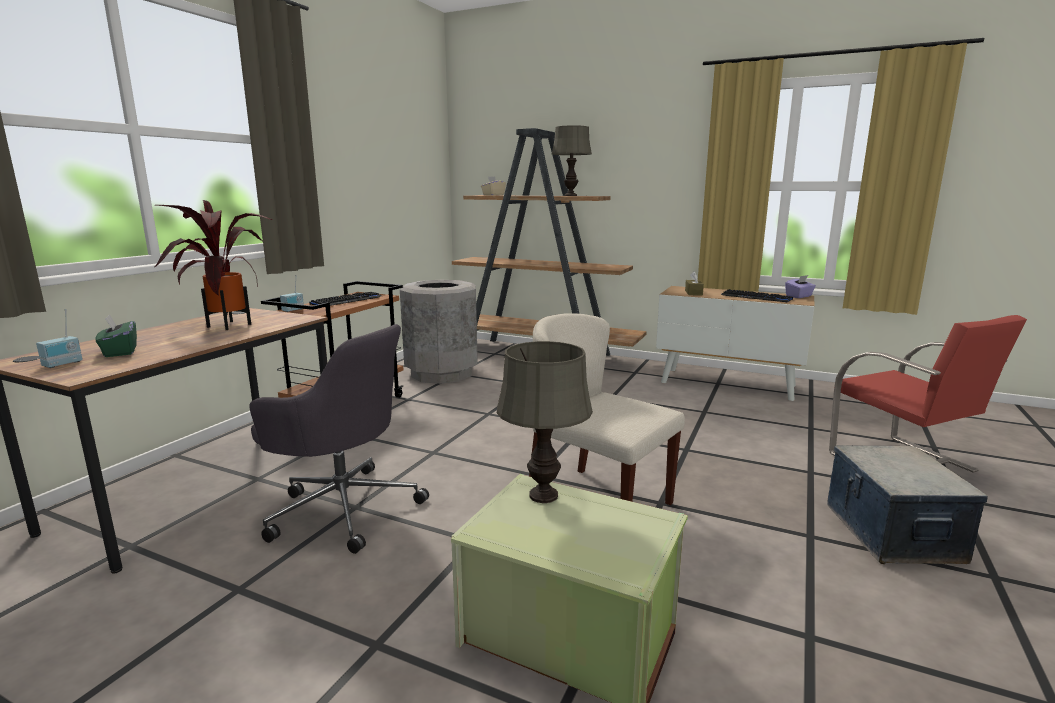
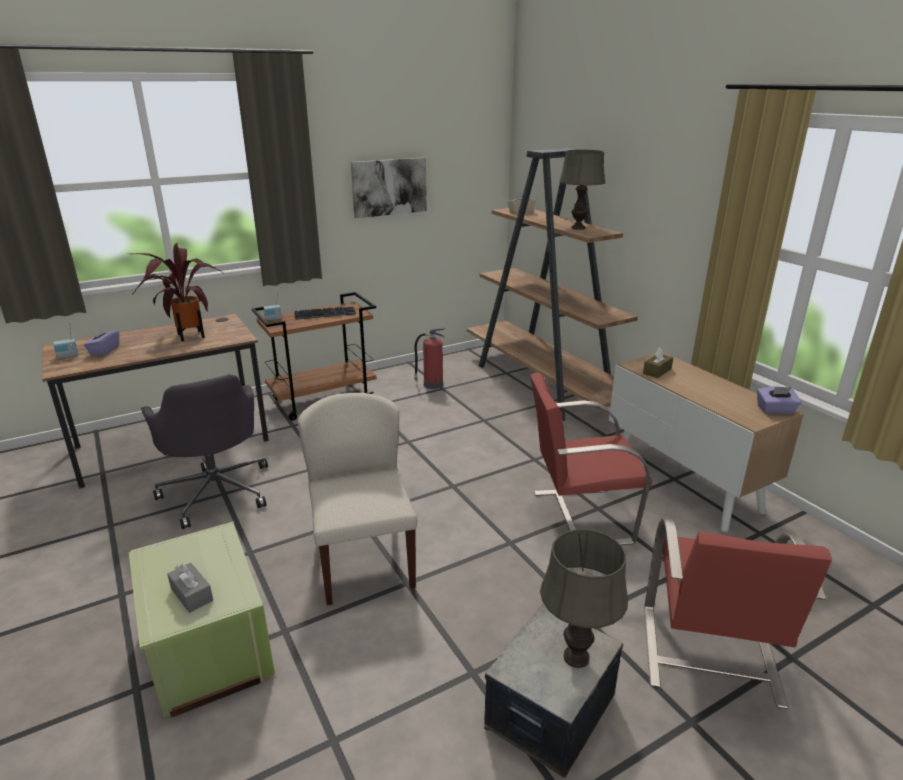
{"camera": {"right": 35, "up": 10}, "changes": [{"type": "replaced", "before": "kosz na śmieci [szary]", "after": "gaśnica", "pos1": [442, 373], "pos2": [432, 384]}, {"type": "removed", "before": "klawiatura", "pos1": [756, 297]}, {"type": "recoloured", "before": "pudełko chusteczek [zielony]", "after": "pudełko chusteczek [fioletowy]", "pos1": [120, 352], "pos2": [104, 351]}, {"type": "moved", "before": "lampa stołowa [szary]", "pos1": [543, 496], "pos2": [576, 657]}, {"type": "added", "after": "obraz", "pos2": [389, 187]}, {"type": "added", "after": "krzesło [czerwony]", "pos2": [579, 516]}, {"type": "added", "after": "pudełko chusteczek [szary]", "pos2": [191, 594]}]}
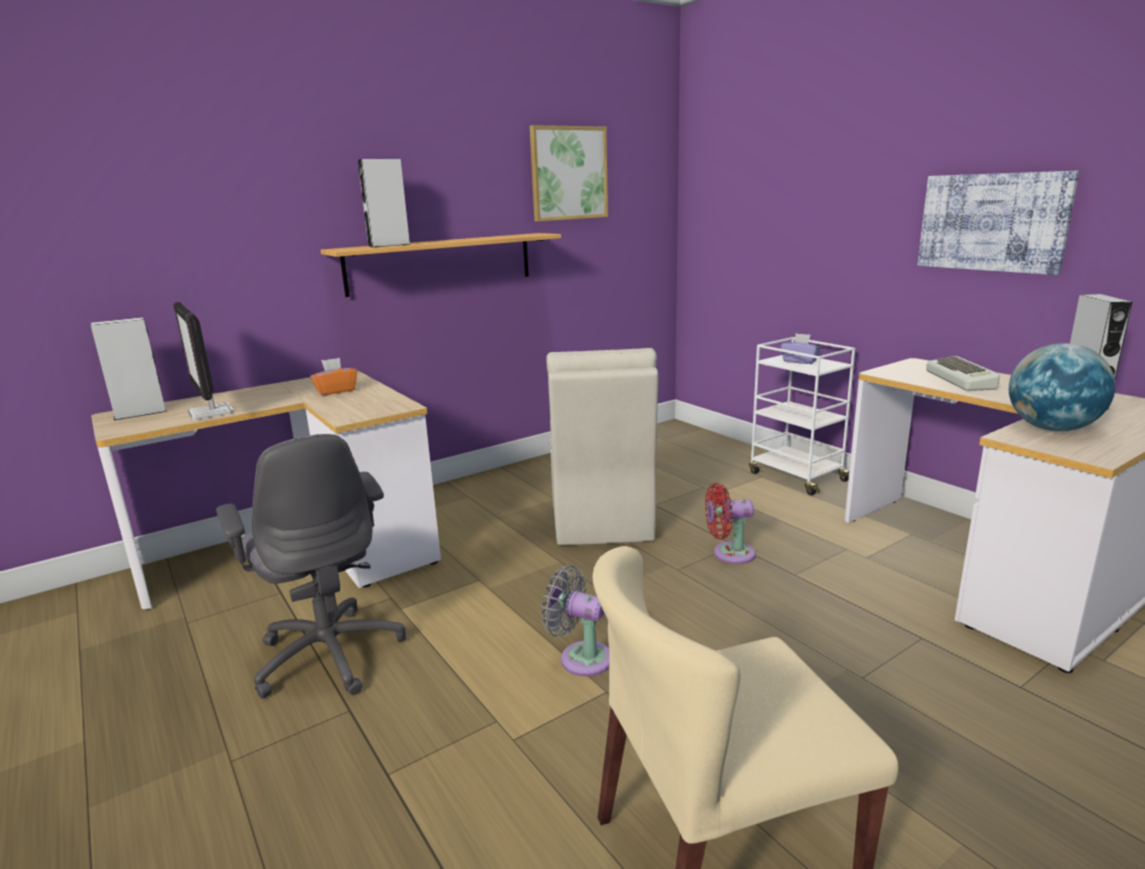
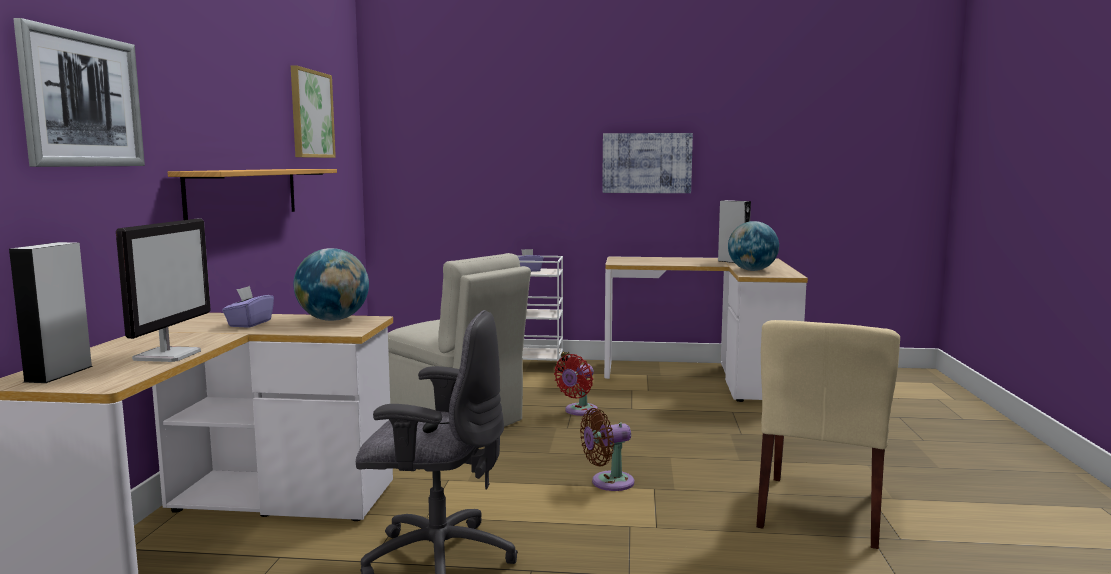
{"camera": {"right": -50, "up": -10}, "changes": [{"type": "removed", "before": "głośnik [szary]", "pos1": [389, 245]}, {"type": "turned", "before": "monitor", "pos1": [211, 412], "pos2": [168, 355], "turn": -90}, {"type": "removed", "before": "klawiatura", "pos1": [962, 380]}, {"type": "recoloured", "before": "pudełko chusteczek [pomarańczowy]", "after": "pudełko chusteczek [fioletowy]", "pos1": [336, 391], "pos2": [249, 323]}, {"type": "recoloured", "before": "wentylator [szary]", "after": "wentylator [brązowy]", "pos1": [581, 657], "pos2": [608, 482]}, {"type": "added", "after": "obraz", "pos2": [83, 100]}, {"type": "added", "after": "globus", "pos2": [333, 320]}]}
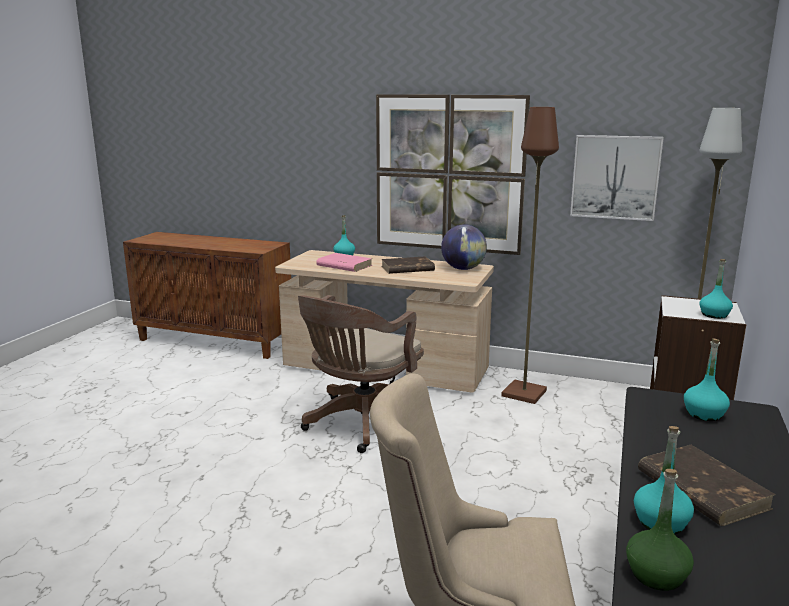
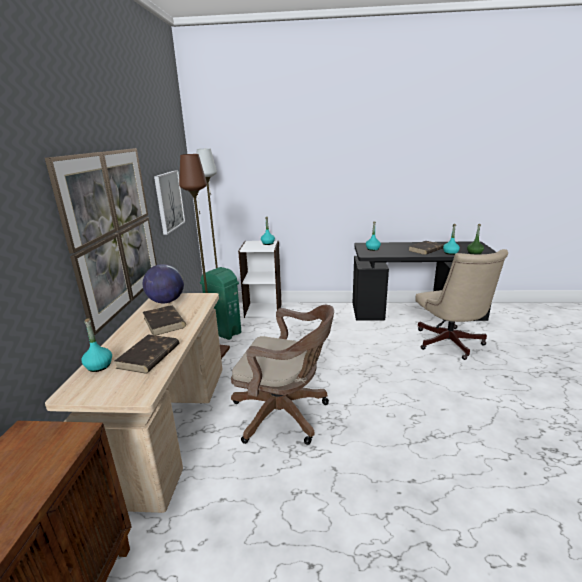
{"camera": {"right": -105, "up": 5}, "changes": [{"type": "recoloured", "before": "książka [różowy]", "after": "książka [brązowy]", "pos1": [344, 265], "pos2": [148, 356]}, {"type": "added", "after": "kosz na śmieci [zielony]", "pos2": [224, 332]}]}
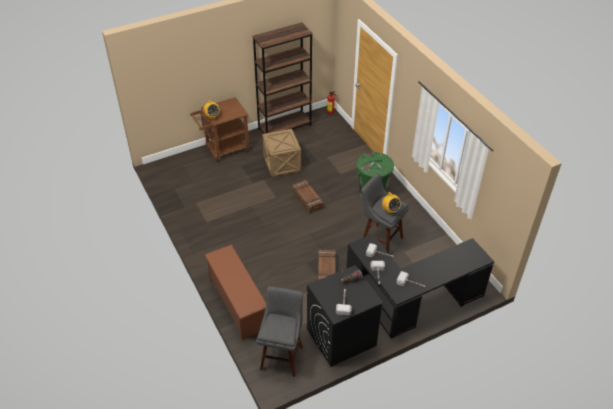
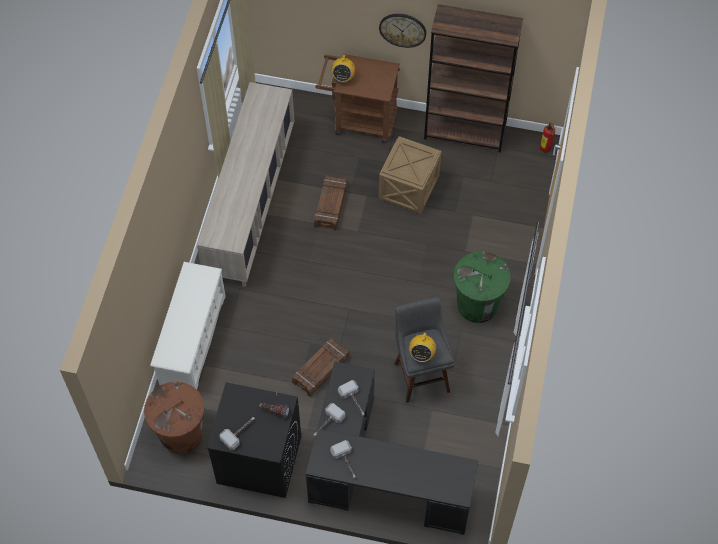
{"camera": {"right": 40, "up": 15}, "changes": [{"type": "moved", "before": "skrzynka", "pos1": [307, 199], "pos2": [331, 206]}, {"type": "recoloured", "before": "regał na buty [brązowy]", "after": "regał na buty [biały]", "pos1": [238, 304], "pos2": [192, 340]}, {"type": "replaced", "before": "stołek [szary]", "after": "kosz na śmieci [brązowy]", "pos1": [282, 356], "pos2": [181, 434]}, {"type": "added", "after": "zegar ścienny", "pos2": [402, 29]}, {"type": "added", "after": "szafka [beżowy]", "pos2": [250, 203]}]}
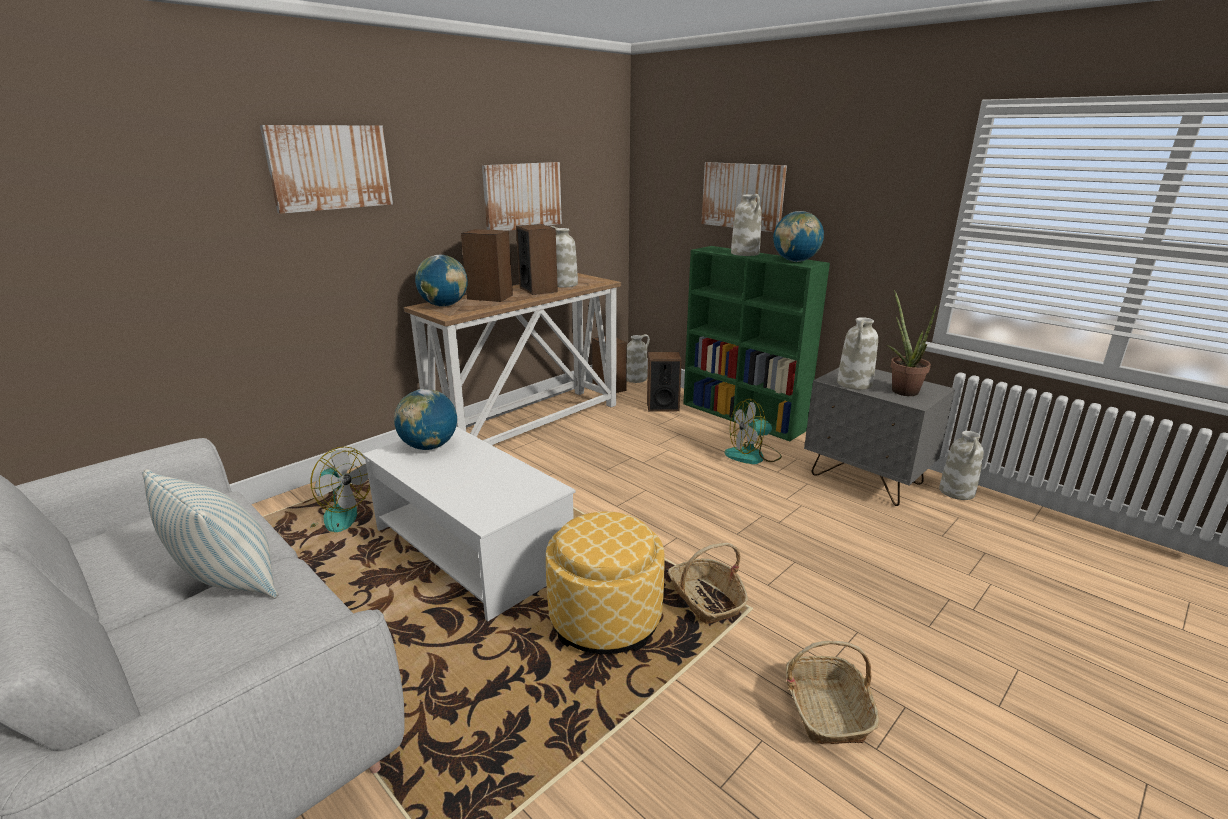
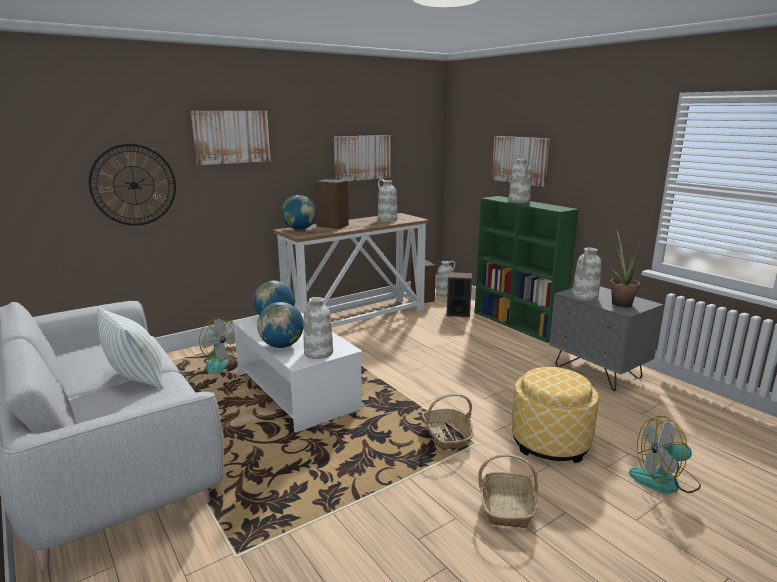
{"camera": {"right": 10, "up": -5}, "changes": [{"type": "moved", "before": "globus", "pos1": [795, 261], "pos2": [282, 346]}, {"type": "removed", "before": "głośnik", "pos1": [538, 289]}, {"type": "moved", "before": "wentylator", "pos1": [753, 455], "pos2": [664, 480]}, {"type": "moved", "before": "wazon [biały]", "pos1": [957, 492], "pos2": [318, 353]}, {"type": "moved", "before": "pufa", "pos1": [605, 619], "pos2": [550, 442]}, {"type": "added", "after": "zegar ścienny", "pos2": [134, 185]}]}
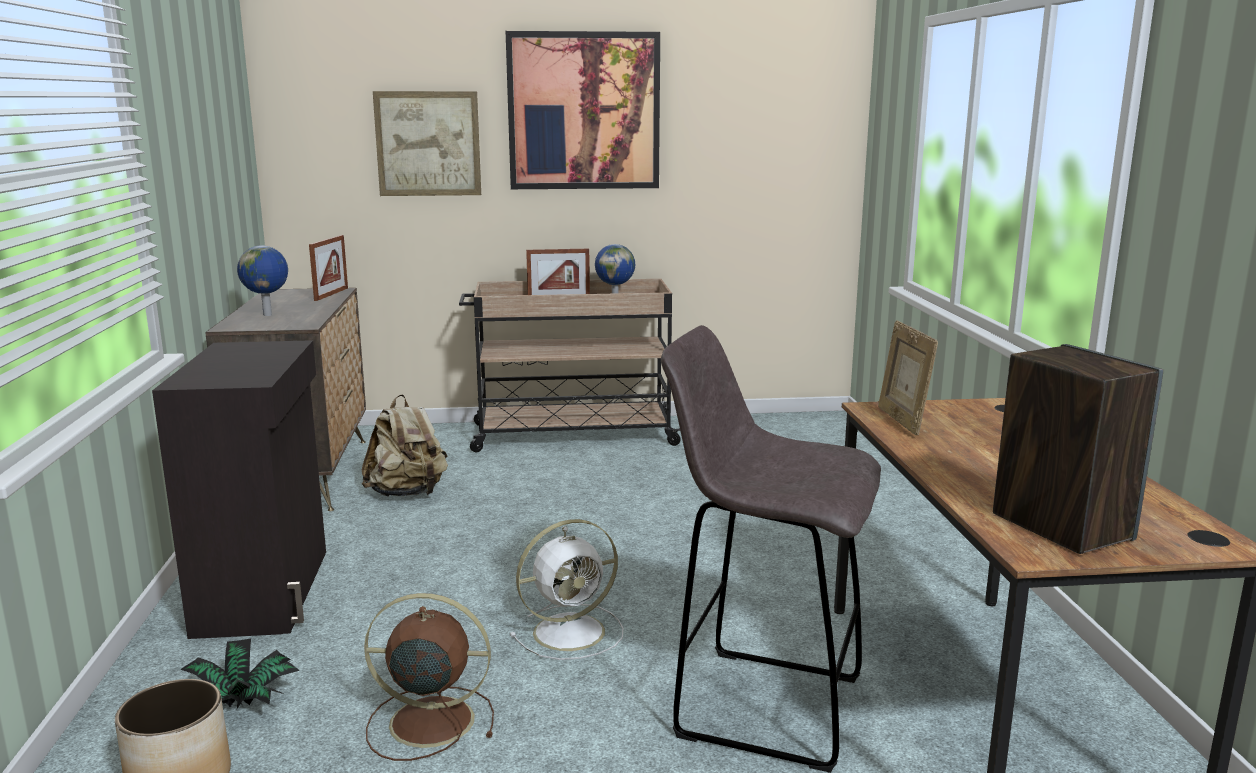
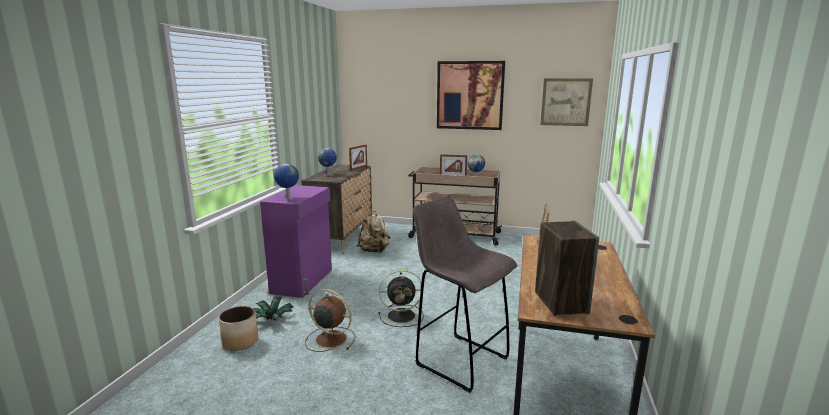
{"camera": {"right": 20, "up": 0}, "changes": [{"type": "moved", "before": "obraz", "pos1": [428, 144], "pos2": [565, 102]}, {"type": "recoloured", "before": "szafka [czarny]", "after": "szafka [fioletowy]", "pos1": [266, 591], "pos2": [303, 281]}, {"type": "recoloured", "before": "wentylator [biały]", "after": "wentylator [czarny]", "pos1": [572, 631], "pos2": [403, 316]}, {"type": "added", "after": "globus", "pos2": [288, 198]}]}
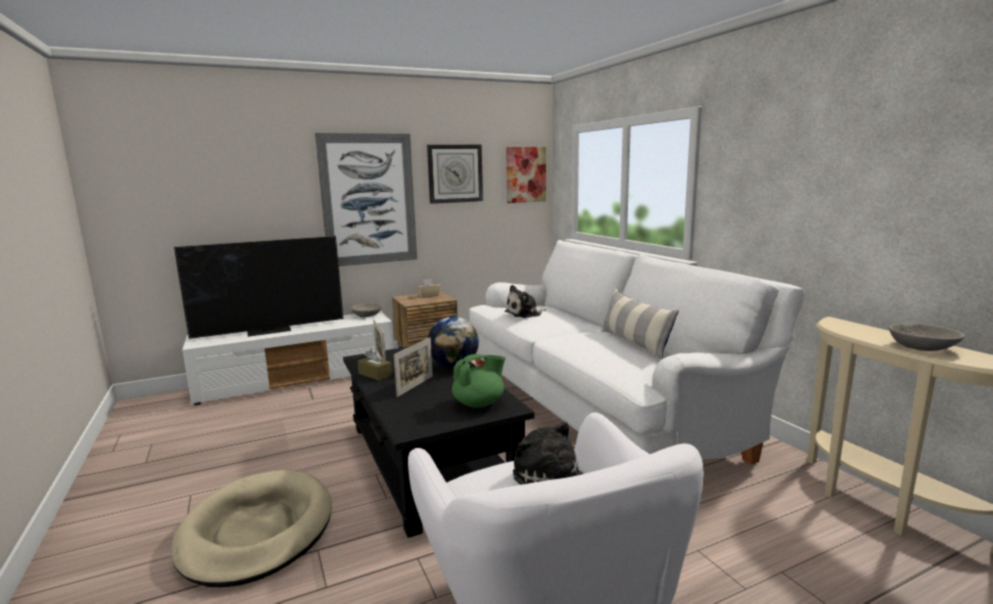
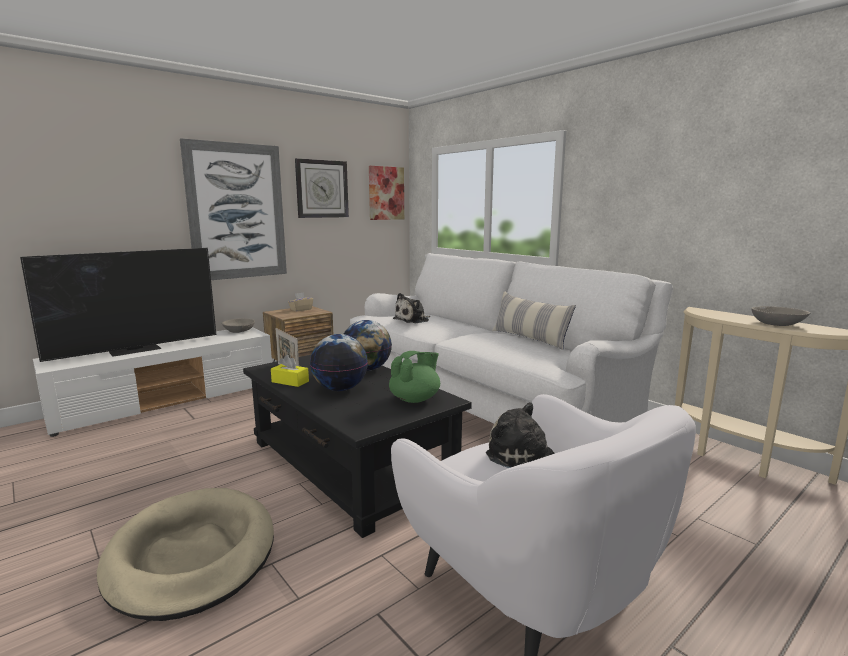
{"camera": {"right": -15, "up": 0}, "changes": [{"type": "replaced", "before": "ramka na zdjęcie", "after": "globus", "pos1": [415, 386], "pos2": [340, 389]}, {"type": "recoloured", "before": "pudełko chusteczek [brązowy]", "after": "pudełko chusteczek [żółty]", "pos1": [375, 374], "pos2": [290, 381]}]}
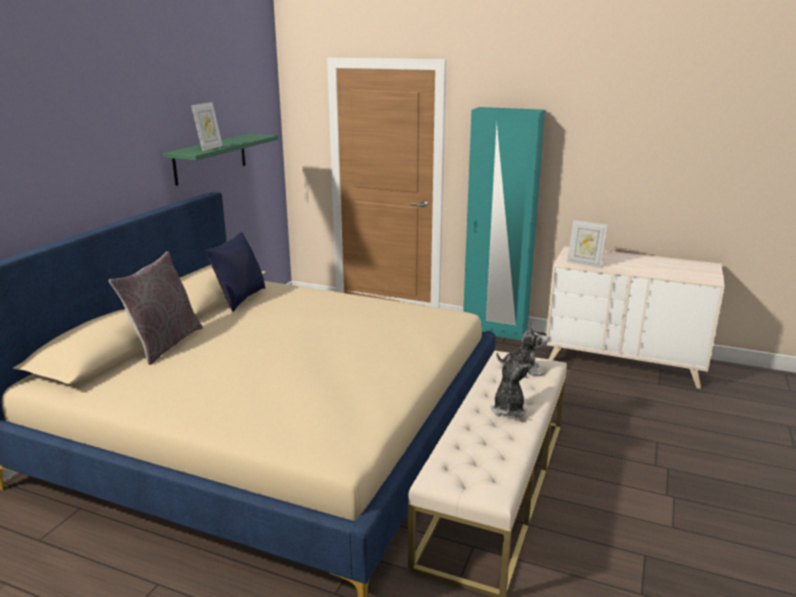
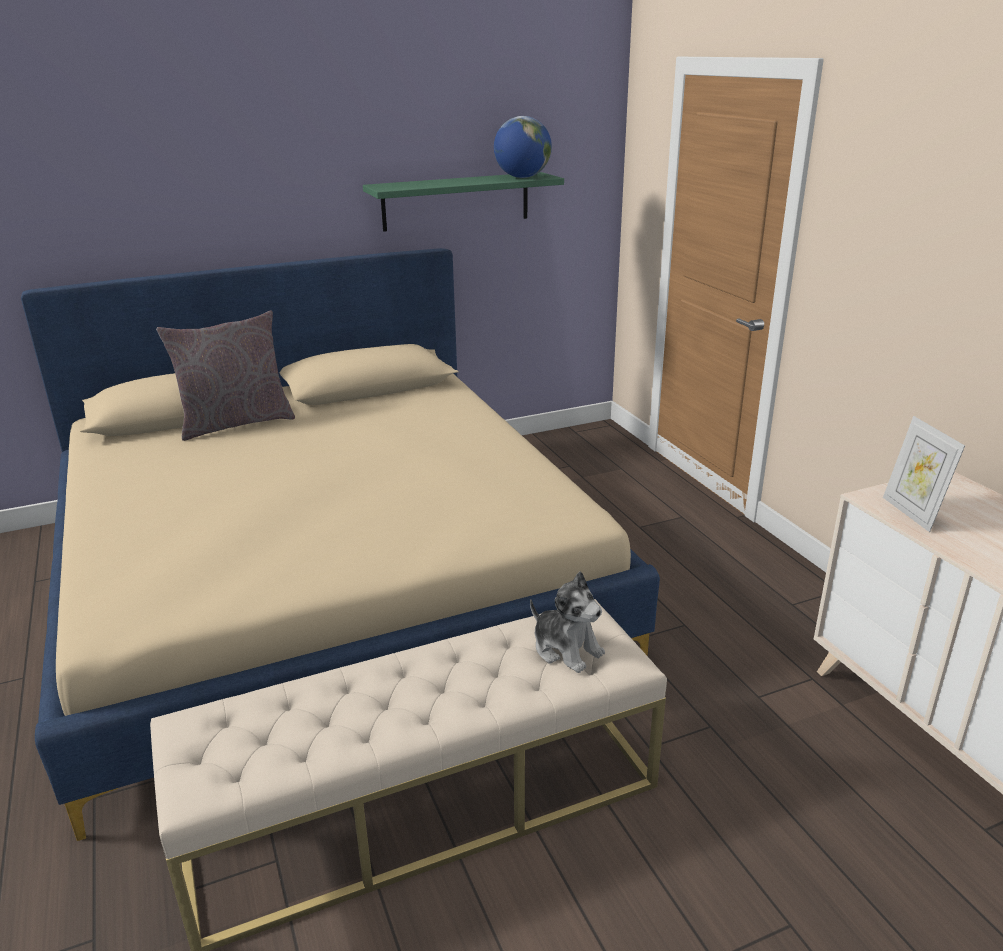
{"camera": {"right": 45, "up": 5}, "changes": [{"type": "removed", "before": "ramka na zdjęcie", "pos1": [209, 148]}, {"type": "removed", "before": "szafa [turkusowy]", "pos1": [494, 331]}, {"type": "removed", "before": "poduszka [niebieski]", "pos1": [240, 299]}, {"type": "removed", "before": "pluszak", "pos1": [508, 409]}, {"type": "added", "after": "globus", "pos2": [522, 177]}]}
